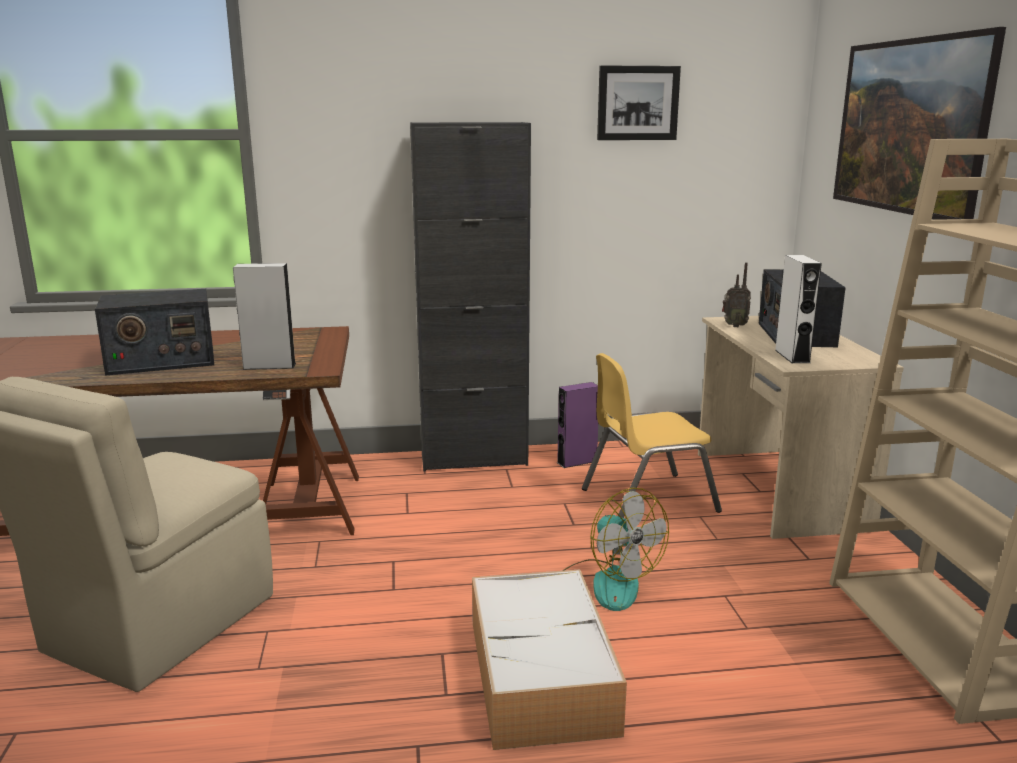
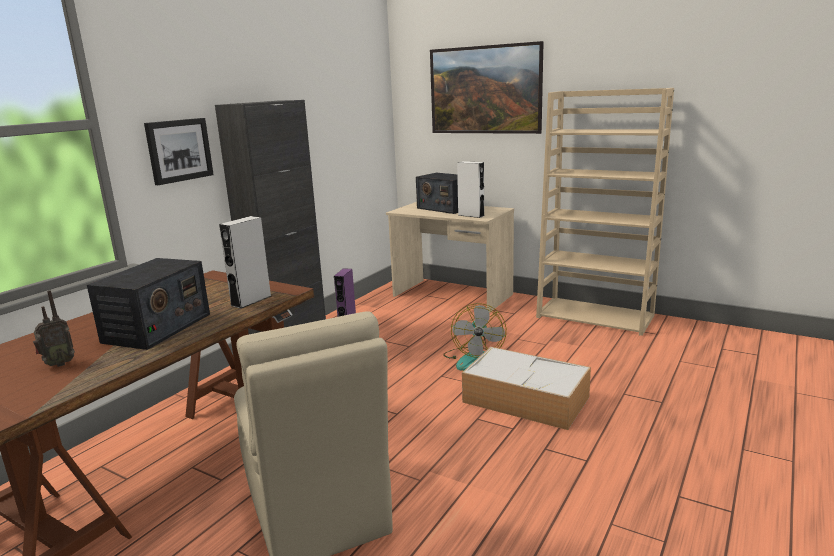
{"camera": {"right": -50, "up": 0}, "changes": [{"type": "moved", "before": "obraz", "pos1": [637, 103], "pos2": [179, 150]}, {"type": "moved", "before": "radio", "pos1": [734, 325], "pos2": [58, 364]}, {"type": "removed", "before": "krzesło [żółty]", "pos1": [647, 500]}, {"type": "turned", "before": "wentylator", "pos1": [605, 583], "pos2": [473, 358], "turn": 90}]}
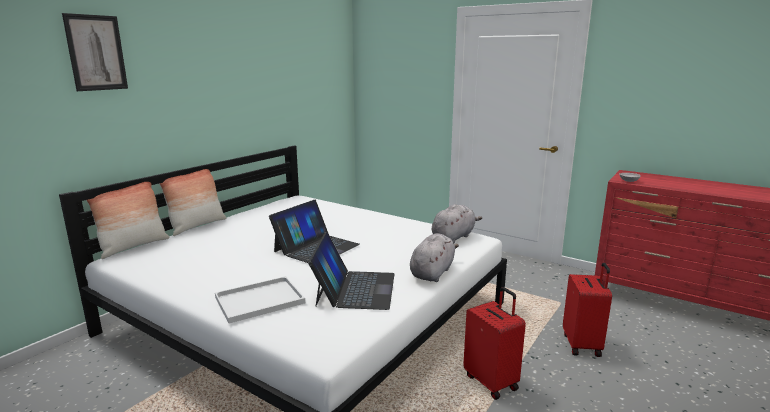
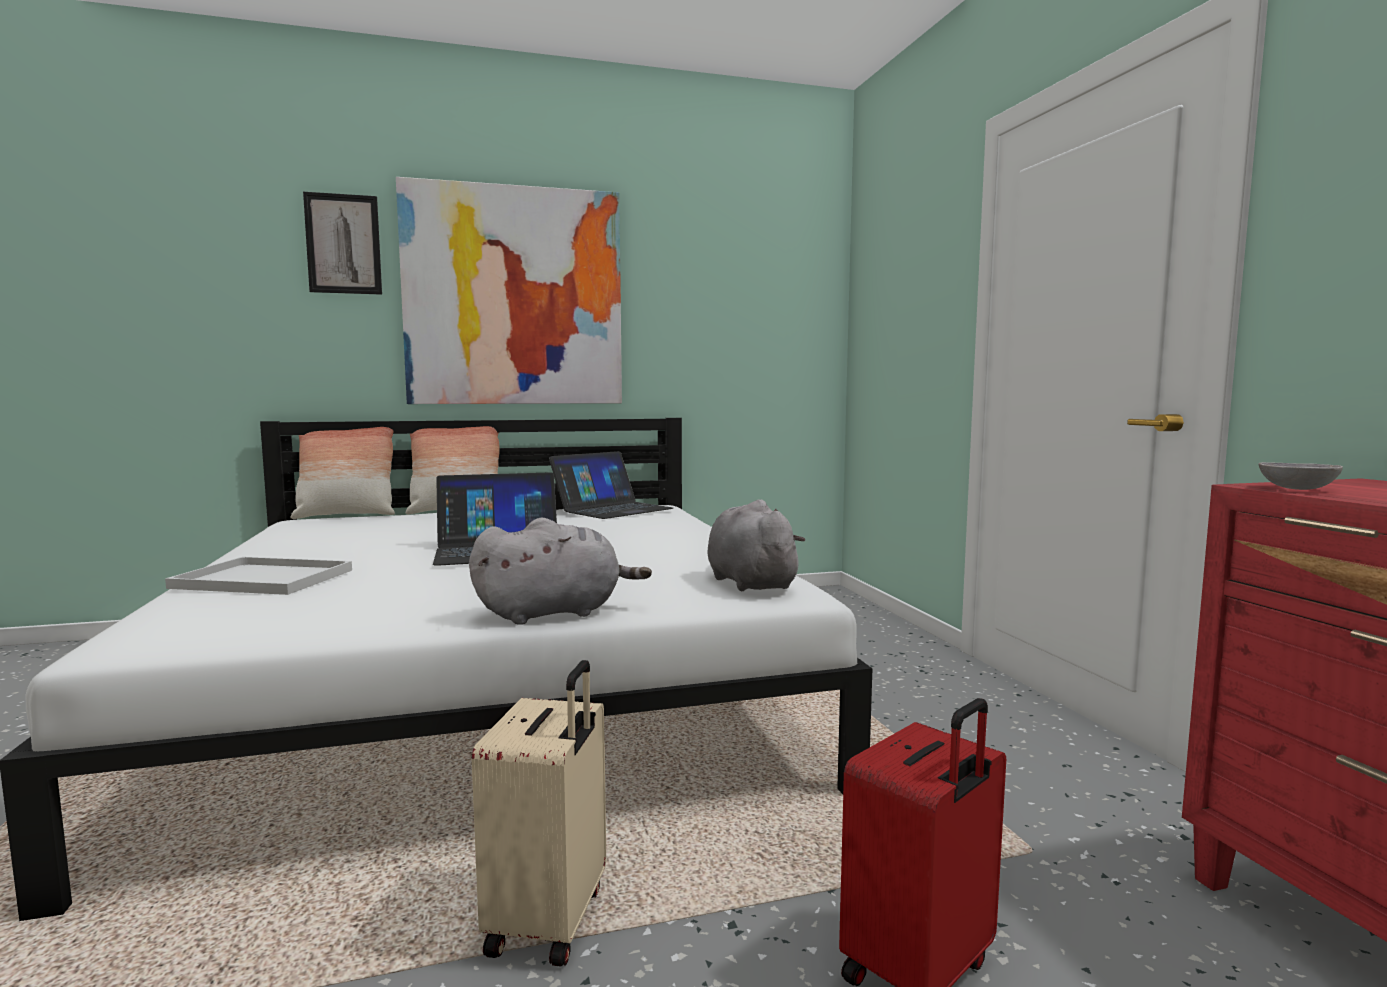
{"camera": {"right": 40, "up": -10}, "changes": [{"type": "turned", "before": "pluszak [szary]", "pos1": [454, 237], "pos2": [749, 582], "turn": -105}, {"type": "moved", "before": "laptop", "pos1": [355, 289], "pos2": [612, 509]}, {"type": "recoloured", "before": "walizka [czerwony]", "after": "walizka [beżowy]", "pos1": [492, 382], "pos2": [550, 920]}, {"type": "added", "after": "obraz", "pos2": [514, 297]}]}
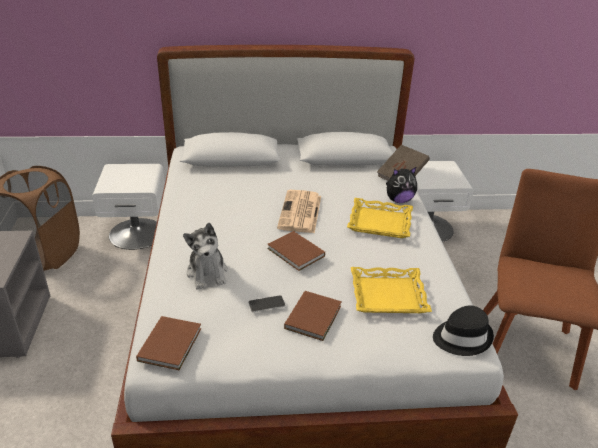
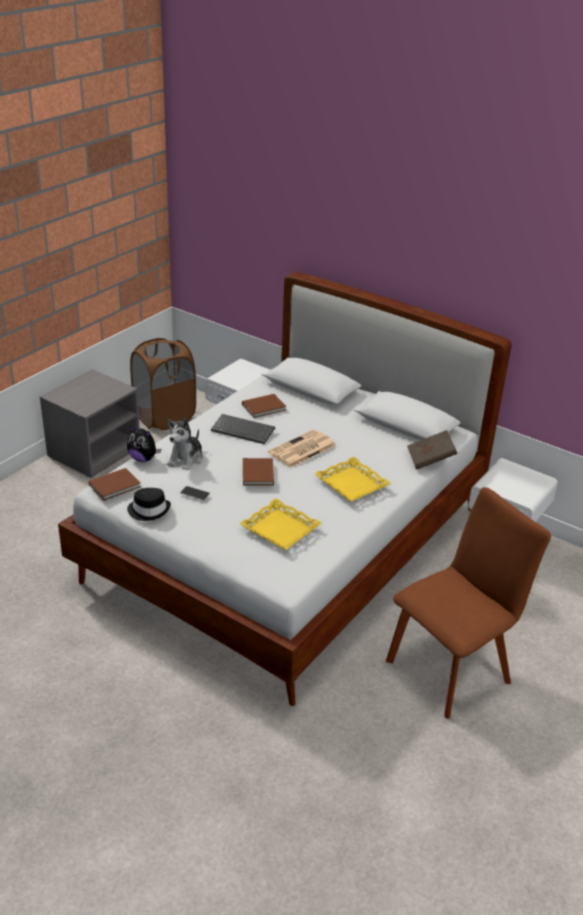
{"camera": {"right": 40, "up": 0}, "changes": [{"type": "moved", "before": "pluszak", "pos1": [399, 200], "pos2": [143, 458]}, {"type": "moved", "before": "książka [brązowy]", "pos1": [314, 316], "pos2": [265, 407]}, {"type": "moved", "before": "kapelusz [czarny]", "pos1": [461, 337], "pos2": [149, 510]}, {"type": "added", "after": "klawiatura", "pos2": [244, 430]}]}
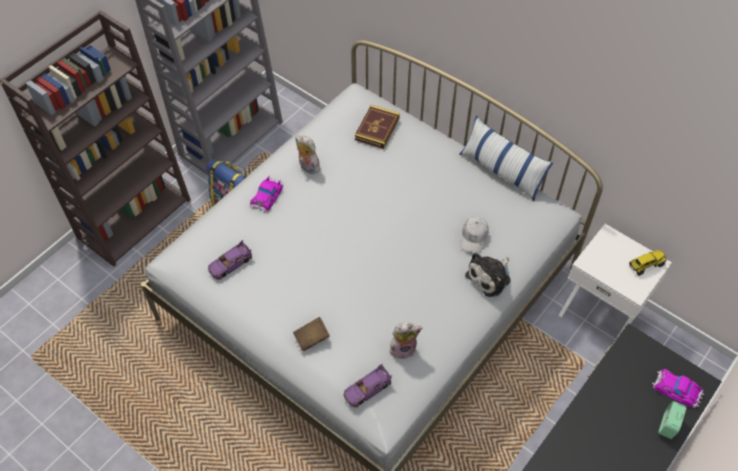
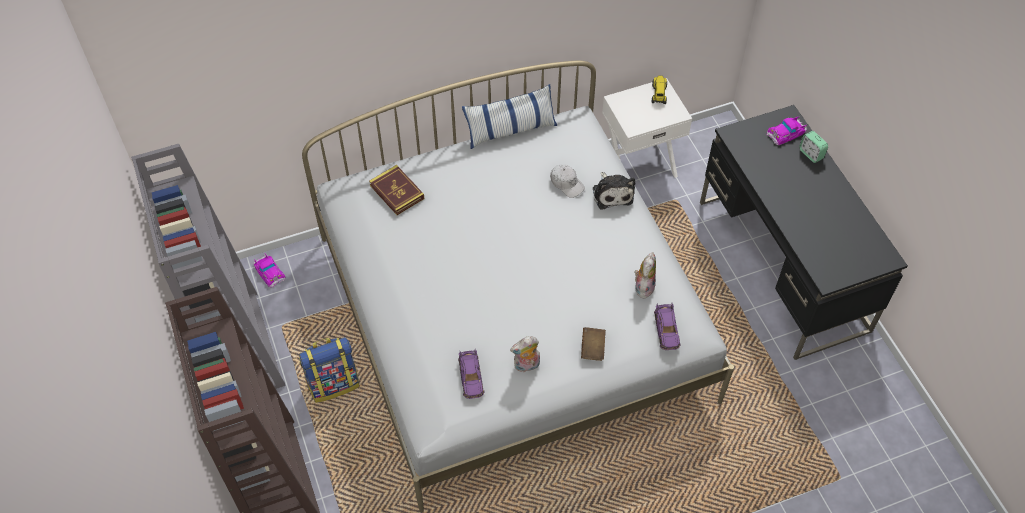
{"camera": {"right": -60, "up": 0}, "changes": [{"type": "moved", "before": "pluszak", "pos1": [307, 167], "pos2": [526, 366]}, {"type": "moved", "before": "samochodzik", "pos1": [267, 196], "pos2": [269, 271]}]}
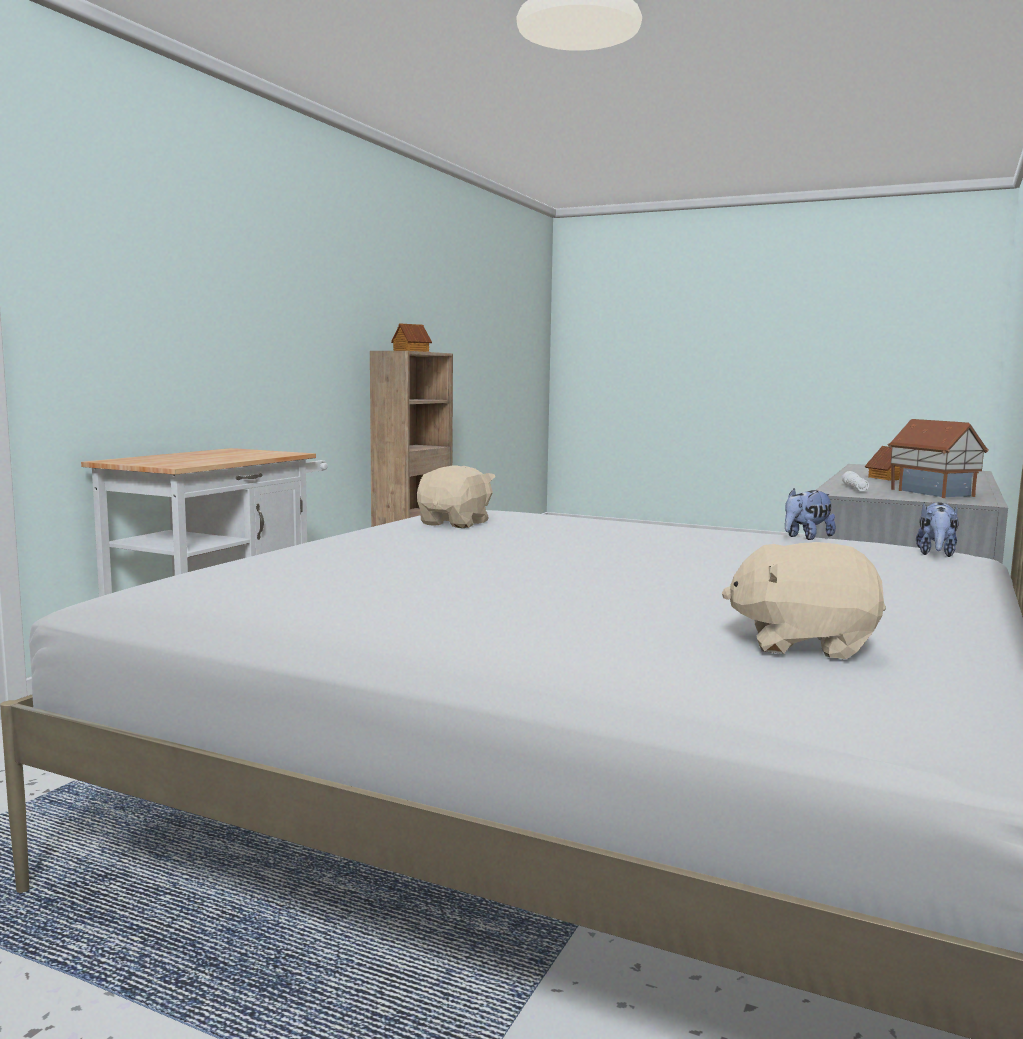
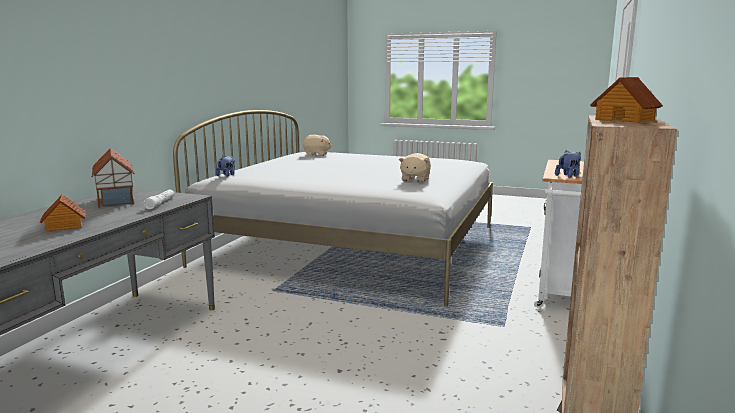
{"camera": {"right": 175, "up": 5}, "changes": [{"type": "moved", "before": "pluszak", "pos1": [806, 537], "pos2": [568, 176]}]}
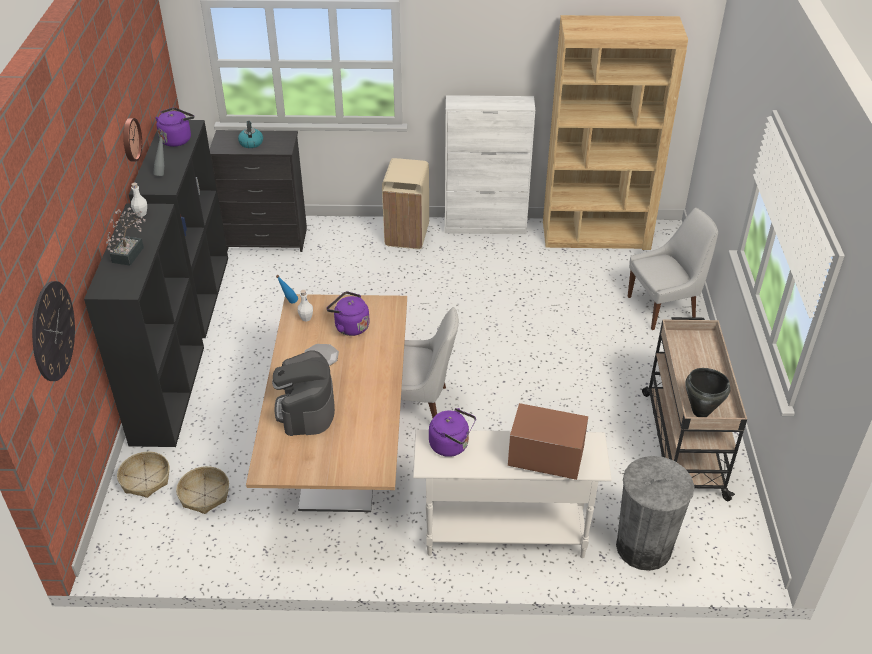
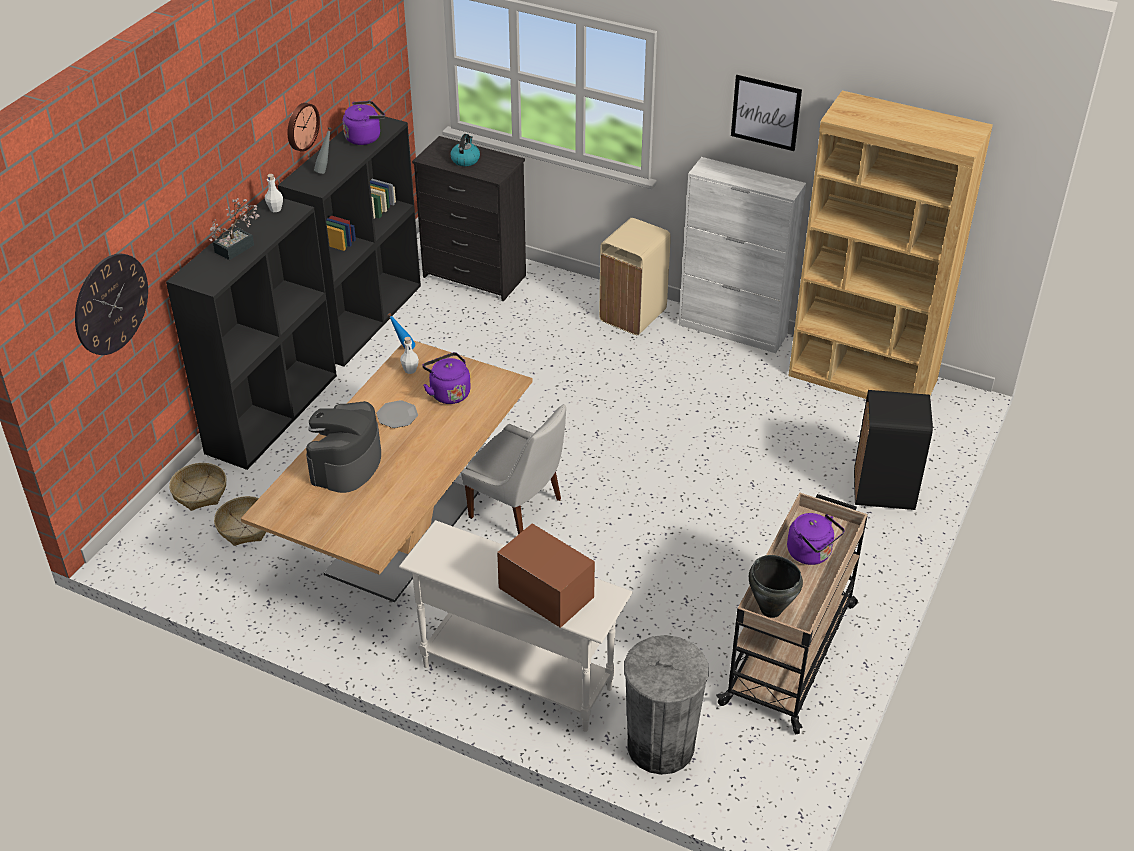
{"camera": {"right": 25, "up": 0}, "changes": [{"type": "replaced", "before": "krzesło [biały]", "after": "kosz na śmieci [czarny]", "pos1": [664, 308], "pos2": [884, 491]}, {"type": "moved", "before": "czajnik [fioletowy]", "pos1": [451, 445], "pos2": [811, 554]}, {"type": "added", "after": "obraz", "pos2": [765, 112]}]}
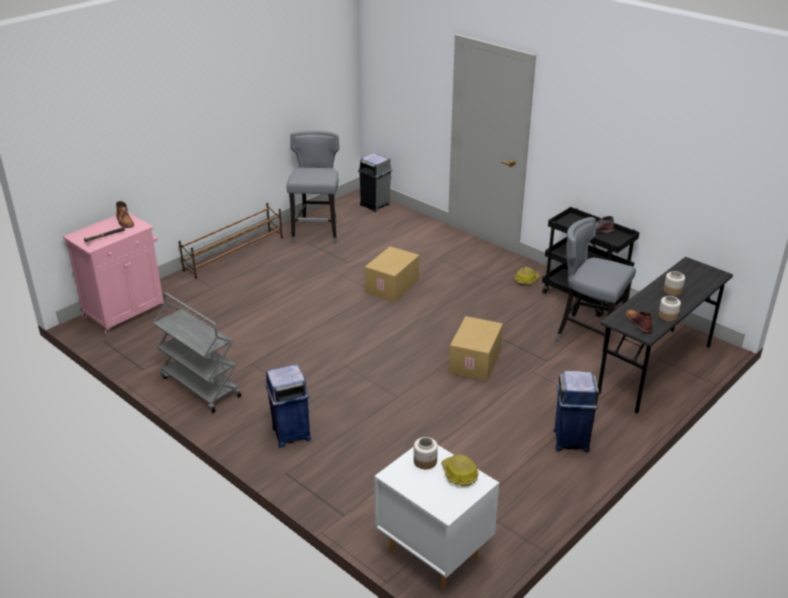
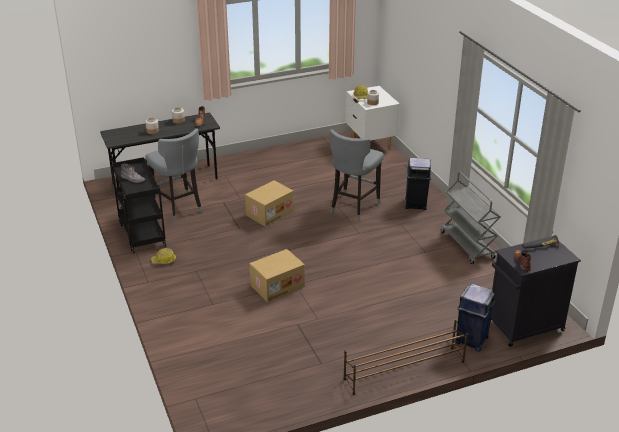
{"camera": {"right": -155, "up": 0}, "changes": [{"type": "moved", "before": "stołek [szary]", "pos1": [317, 232], "pos2": [353, 207]}, {"type": "removed", "before": "kosz na śmieci [szary]", "pos1": [375, 205]}, {"type": "recoloured", "before": "szafka [różowy]", "after": "szafka [czarny]", "pos1": [125, 311], "pos2": [523, 326]}, {"type": "moved", "before": "kosz na śmieci [niebieski]", "pos1": [571, 440], "pos2": [471, 340]}]}
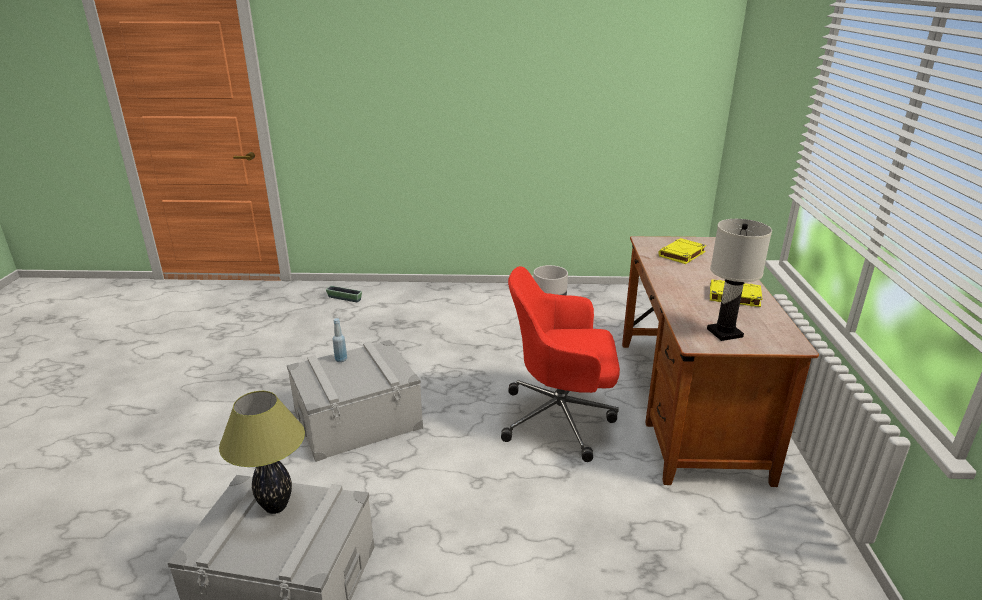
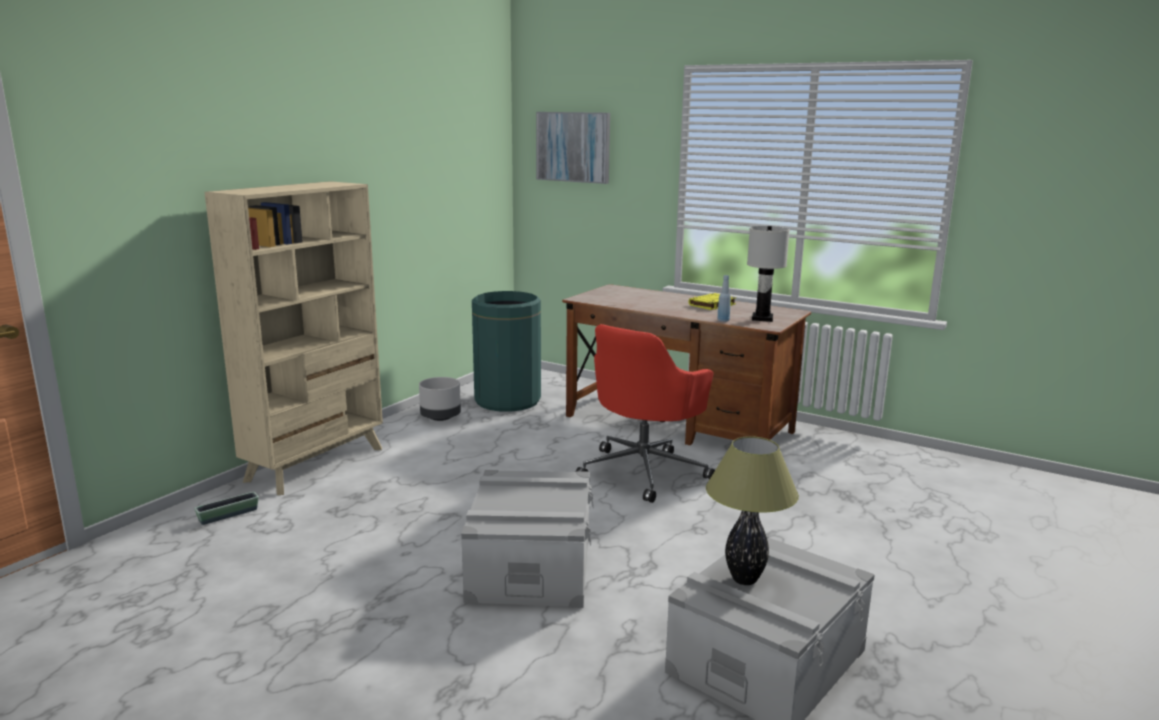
{"camera": {"right": -60, "up": -10}, "changes": [{"type": "removed", "before": "książka [żółty]", "pos1": [681, 254]}, {"type": "moved", "before": "butelka [niebieski]", "pos1": [341, 359], "pos2": [723, 320]}, {"type": "added", "after": "obraz", "pos2": [573, 147]}, {"type": "added", "after": "regał [beżowy]", "pos2": [317, 464]}, {"type": "added", "after": "kosz na śmieci [zielony]", "pos2": [507, 400]}]}
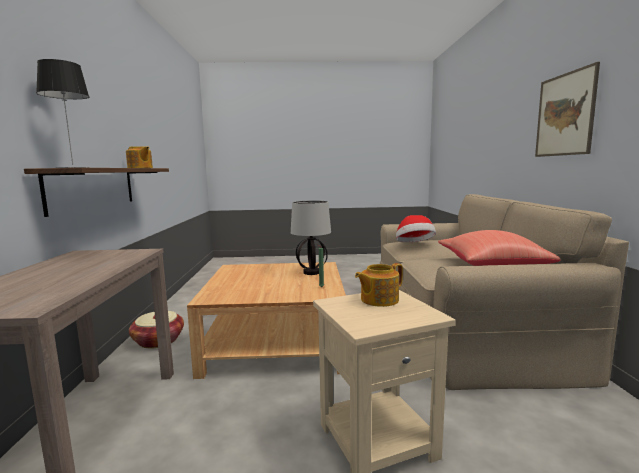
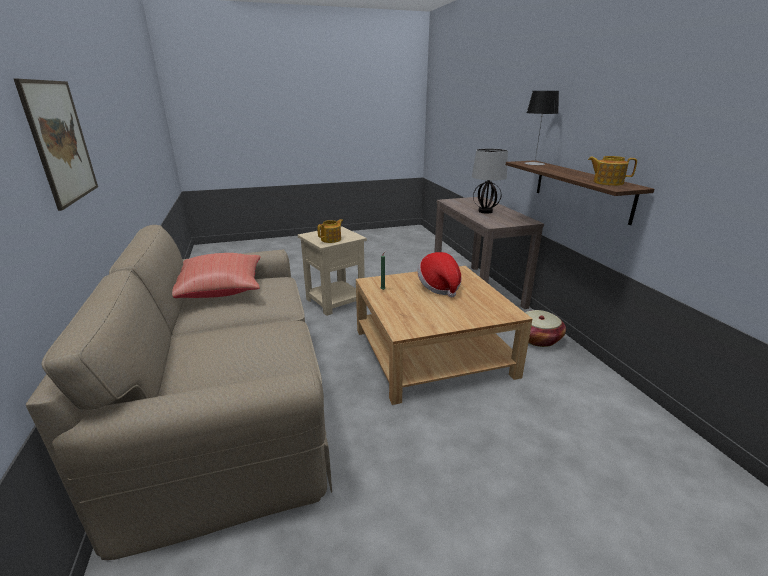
{"camera": {"right": 165, "up": 15}, "changes": [{"type": "moved", "before": "lampa stołowa", "pos1": [311, 272], "pos2": [485, 211]}, {"type": "moved", "before": "kapelusz", "pos1": [414, 245], "pos2": [439, 287]}]}
